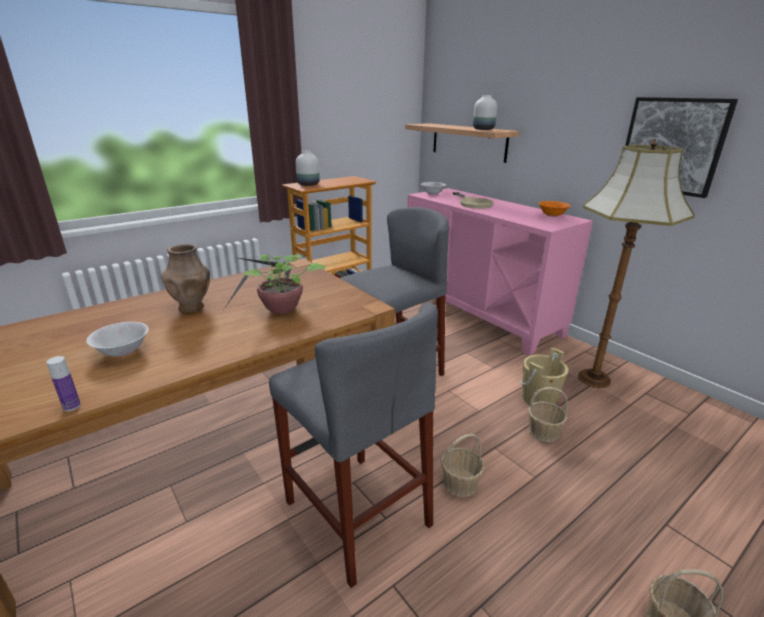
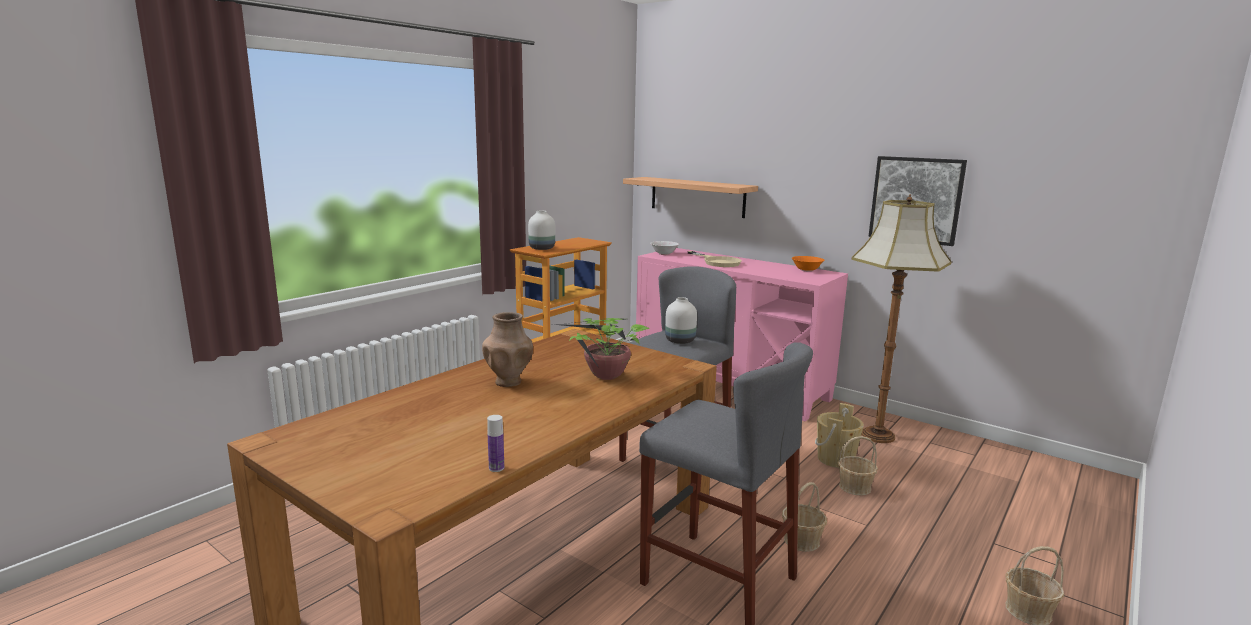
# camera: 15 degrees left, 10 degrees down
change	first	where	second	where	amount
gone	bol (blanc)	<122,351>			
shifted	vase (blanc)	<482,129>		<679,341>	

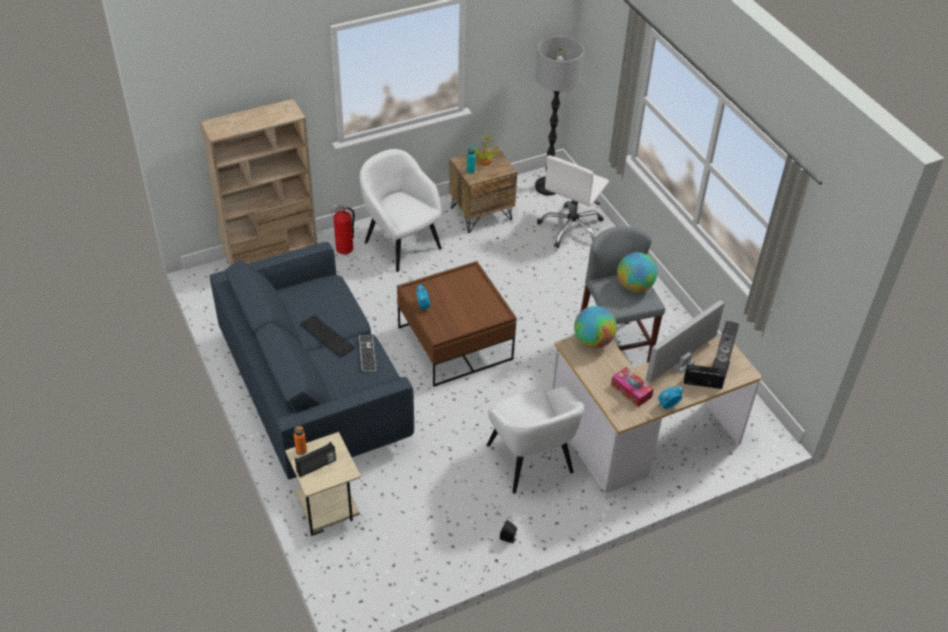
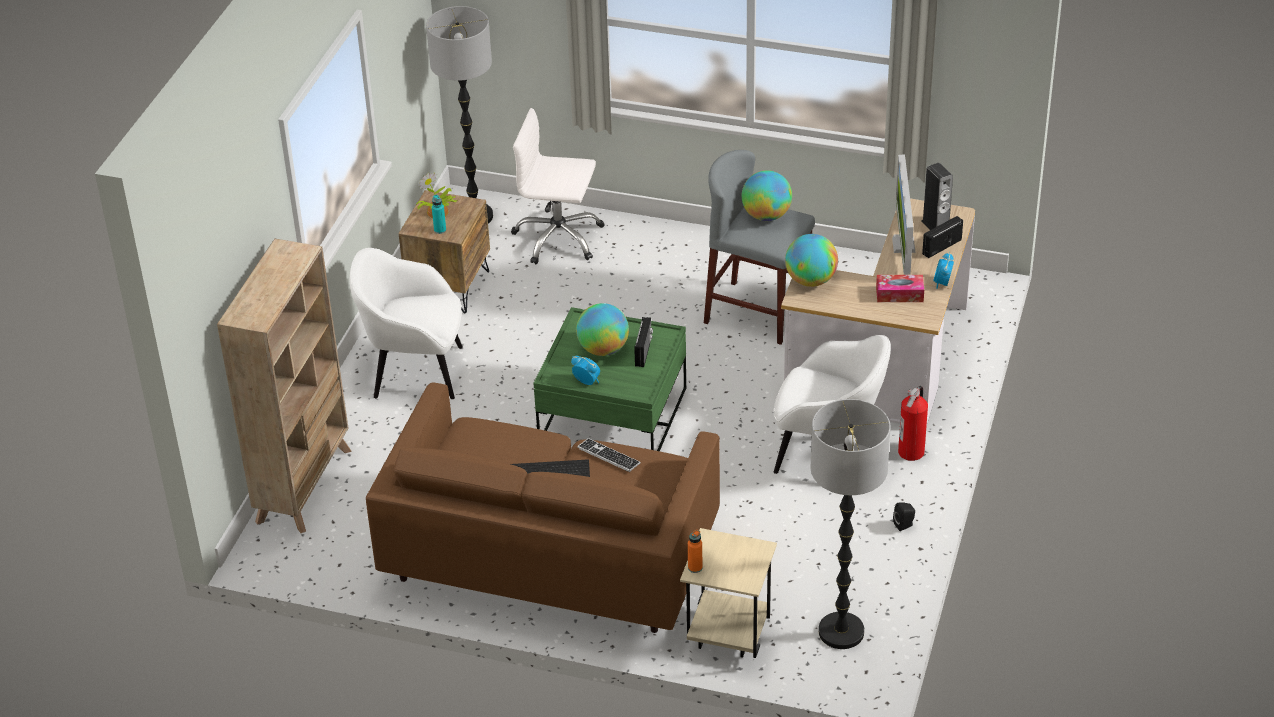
# camera: 45 degrees left, 5 degrees down
change	first	where	second	where	amount
repainted	canapé (bleu)	<315,391>	canapé (marron)	<552,557>	
shifted	radio	<316,466>		<644,352>	
shifted	extincteur	<345,249>		<912,452>	
repainted	table basse (marron)	<455,343>	table basse (vert)	<613,416>	
rotated	chaise de bureau (blanc)	<571,228>		<558,238>	120 degrees clockwise
new			globe	<603,349>	
new			lampadaire	<841,632>	

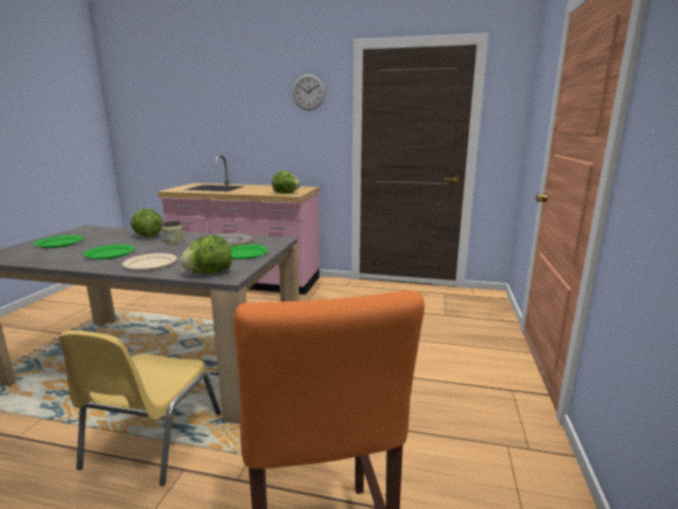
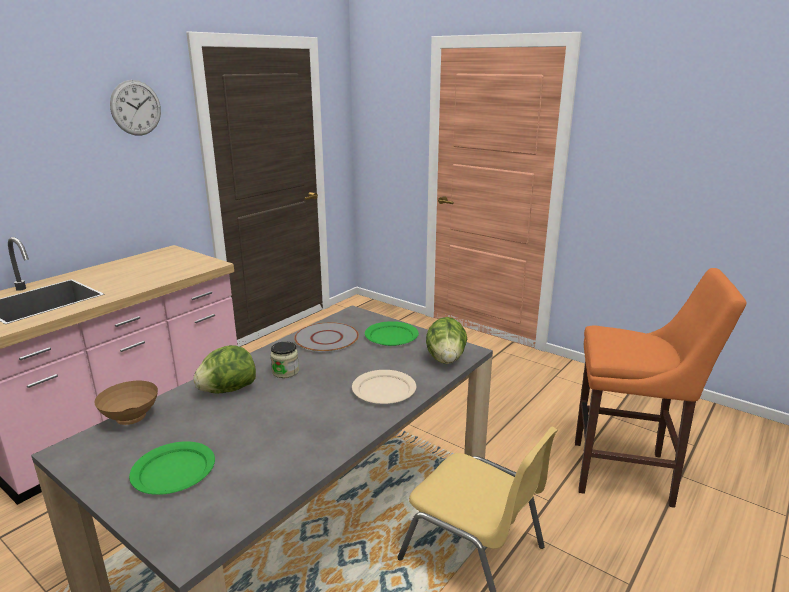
# camera: 65 degrees left, 5 degrees up
change	first	where	second	where	amount
gone	assiette (vert)	<110,253>			
gone	laitue	<285,193>			
new			bol (marron)	<131,418>	

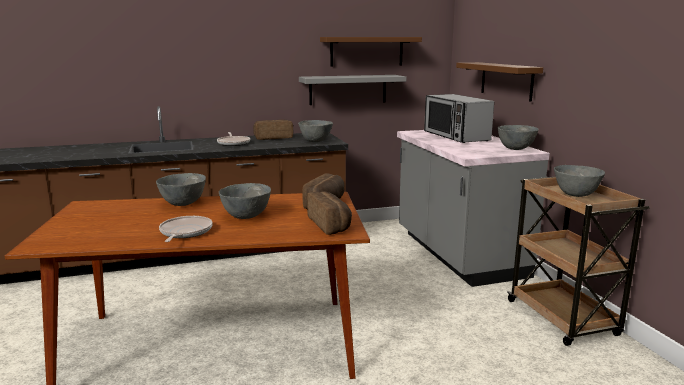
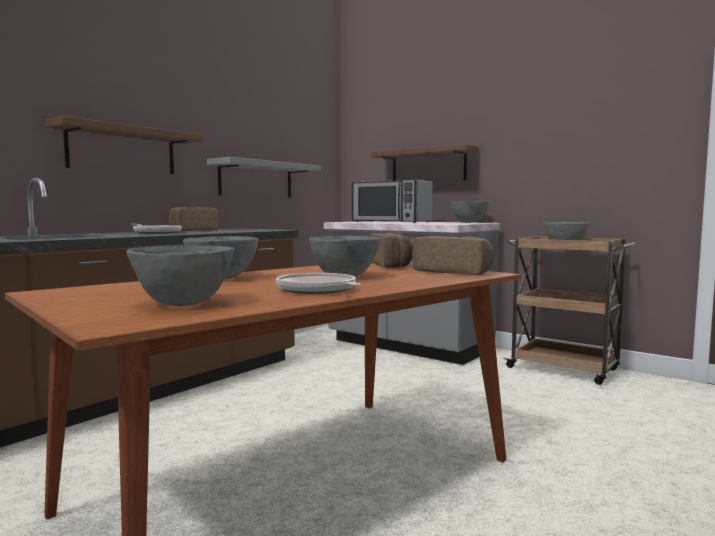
# camera: 35 degrees left, 10 degrees down
change	first	where	second	where	amount
shifted	bol (gris)	<315,141>		<183,304>	
shifted	étagère (marron)	<366,51>		<122,150>	

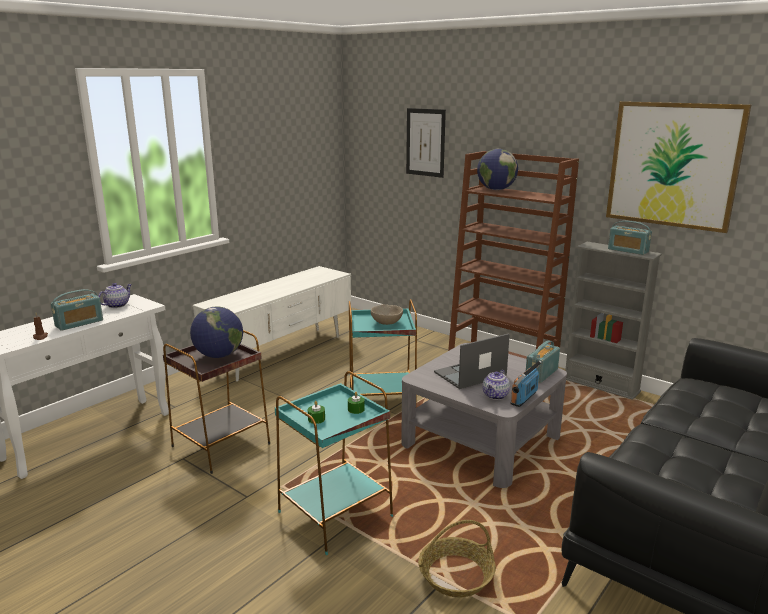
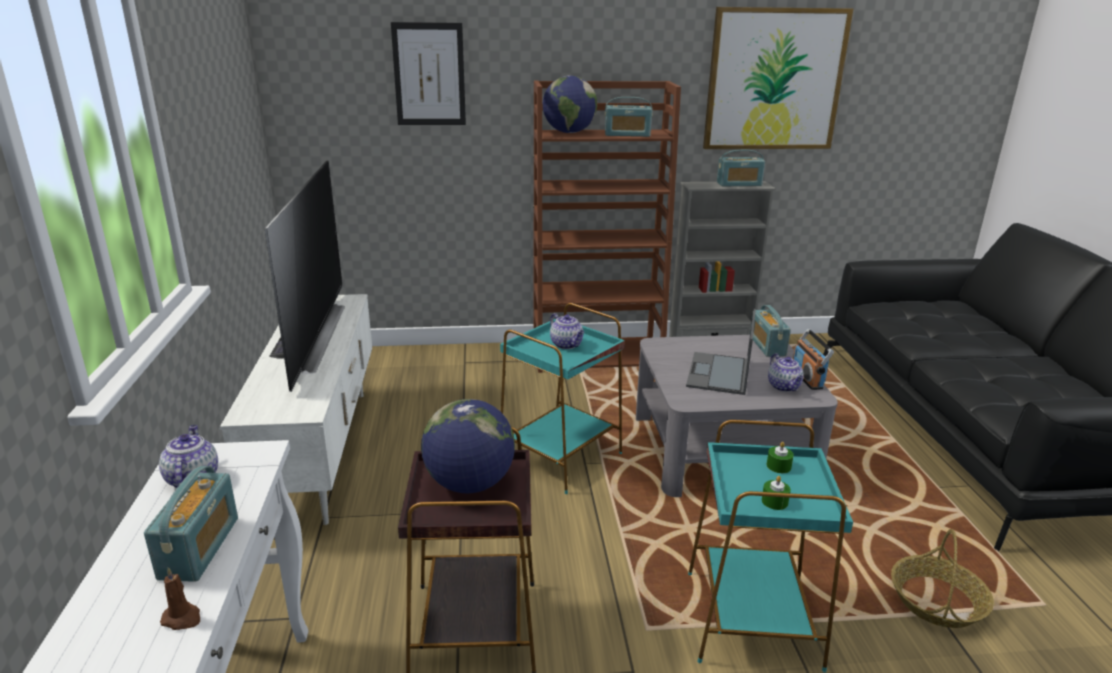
# camera: 45 degrees left, 5 degrees up
change	first	where	second	where	amount
swapped	bol (beige)	<387,323>	théière	<567,345>	
new			téléviseur	<309,336>	
new			radio	<627,134>	

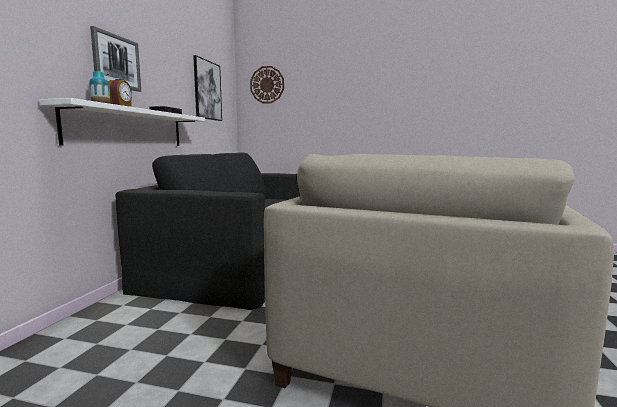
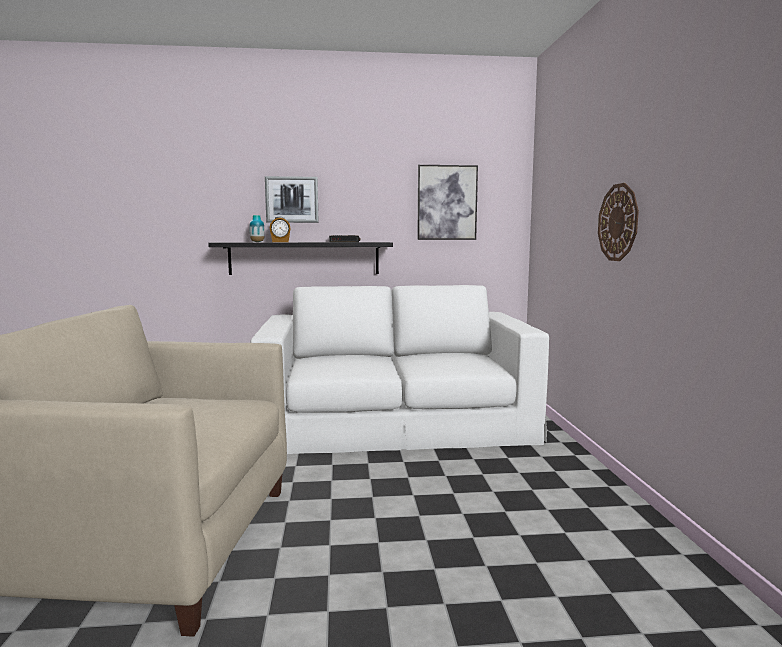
# camera: 70 degrees right, 0 degrees up
change	first	where	second	where	amount
repainted	étagère (blanc)	<130,128>	étagère (noir)	<304,258>	
repainted	canapé (noir)	<243,259>	canapé (blanc)	<395,422>	
shifted	horloge murale	<267,85>		<618,222>	

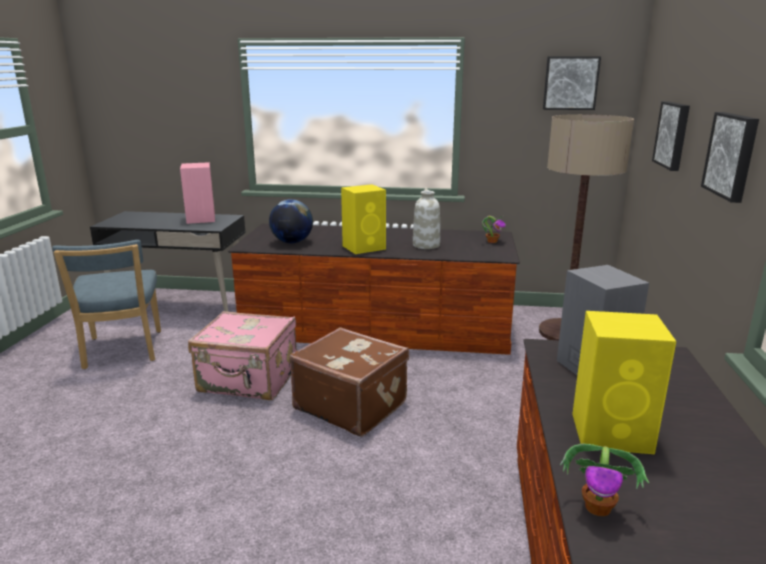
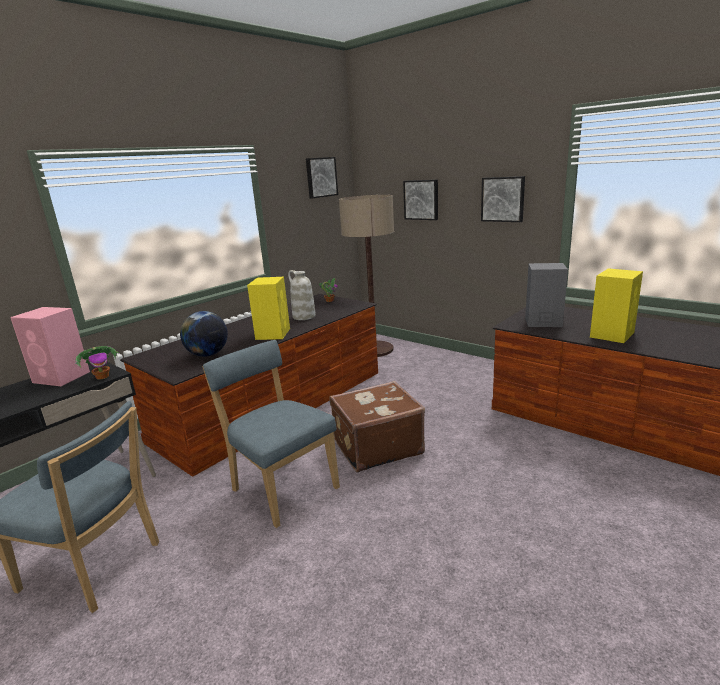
# camera: 55 degrees left, 0 degrees up
change	first	where	second	where	amount
swapped	valise (rose)	<248,381>	chaise (bleu)	<282,487>	
shifted	plante en pot	<598,507>		<103,376>	

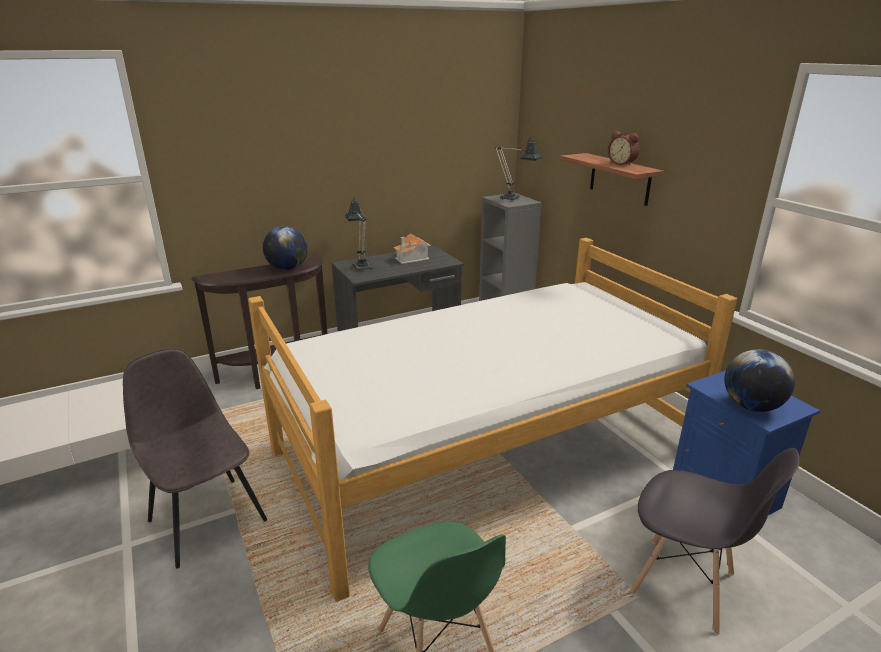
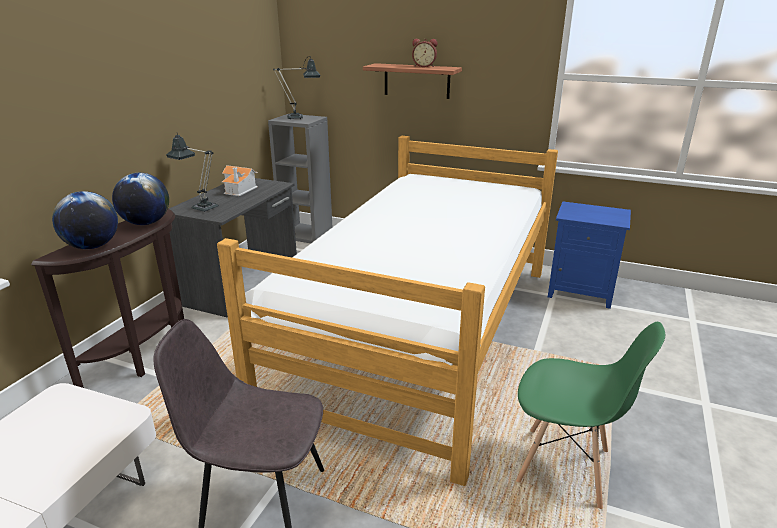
# camera: 40 degrees left, 0 degrees up
change	first	where	second	where	amount
gone	chaise (gris)	<684,584>			
shifted	globe	<751,406>		<92,246>	

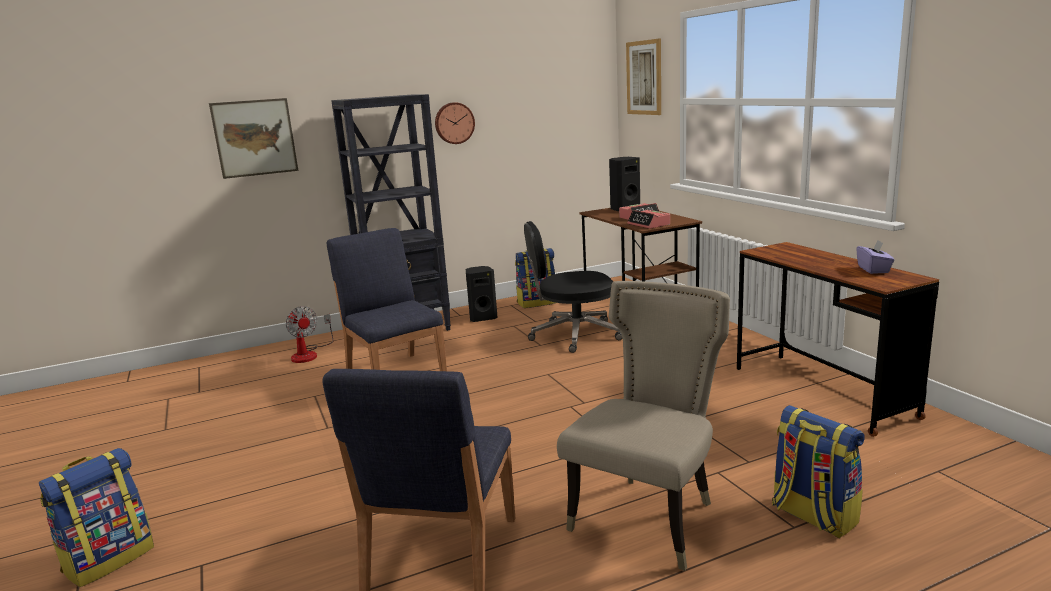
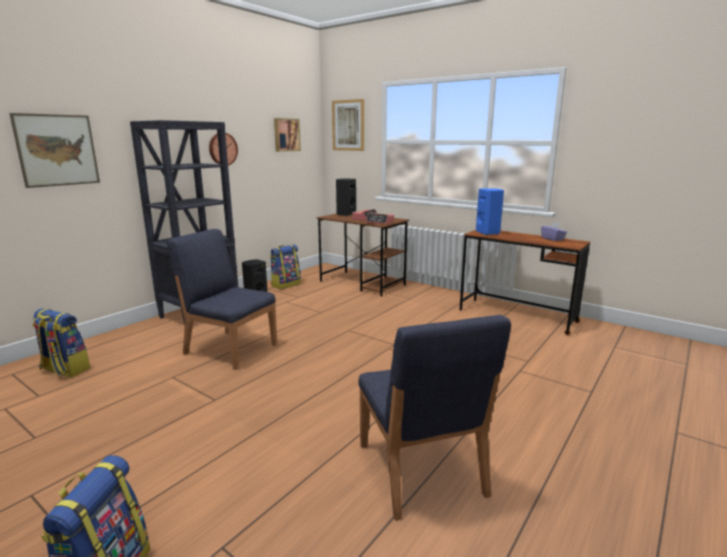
# camera: 30 degrees left, 0 degrees up
change	first	where	second	where	amount
gone	ventilateur	<309,354>			
gone	chaise de bureau (noir)	<573,335>			
gone	chaise (beige)	<649,516>			
shifted	sac à dos	<812,516>		<64,370>	
new			tableau	<286,135>	
new			enceinte (bleu)	<488,233>	

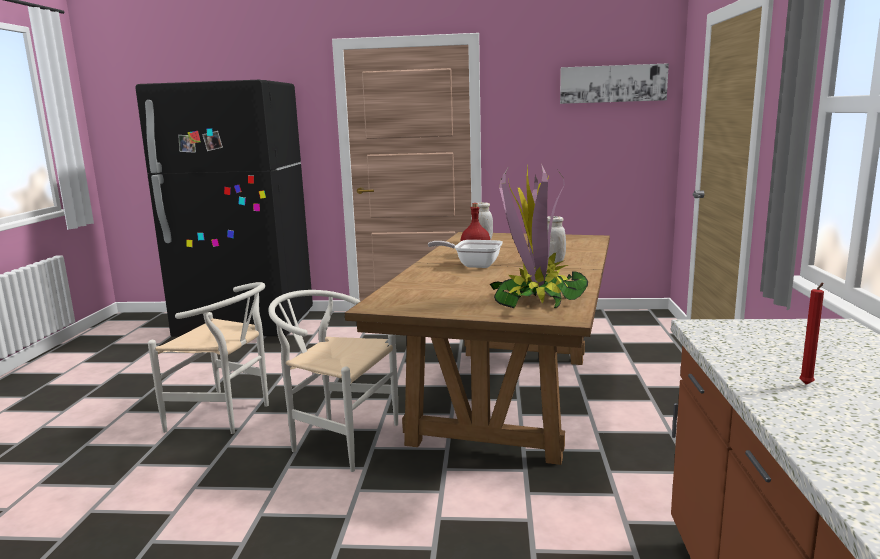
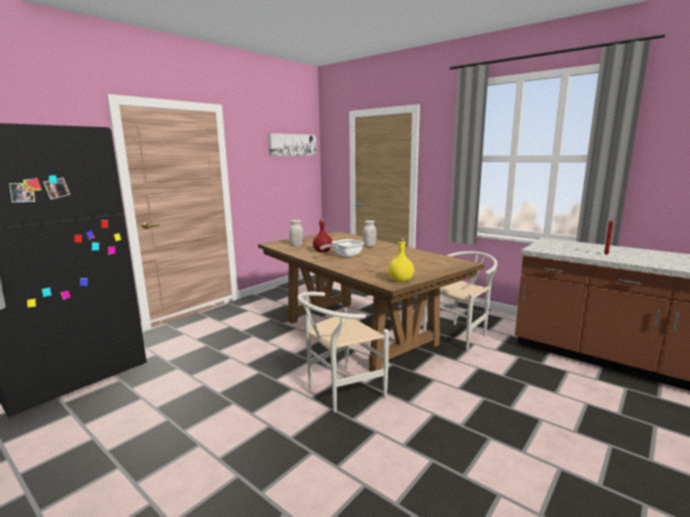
# camera: 55 degrees left, 0 degrees up
change	first	where	second	where	amount
shifted	chaise (blanc)	<227,416>		<460,334>	
gone	plante en pot	<537,299>			
new			bouteille (jaune)	<401,280>	

